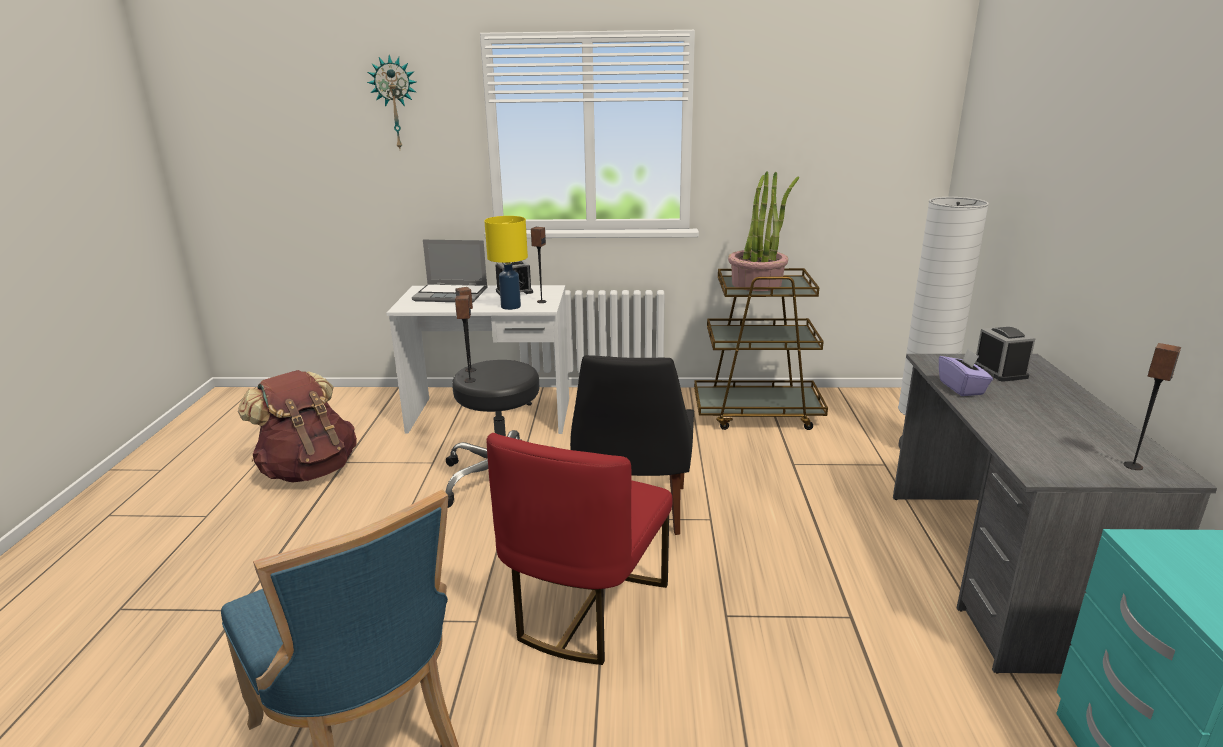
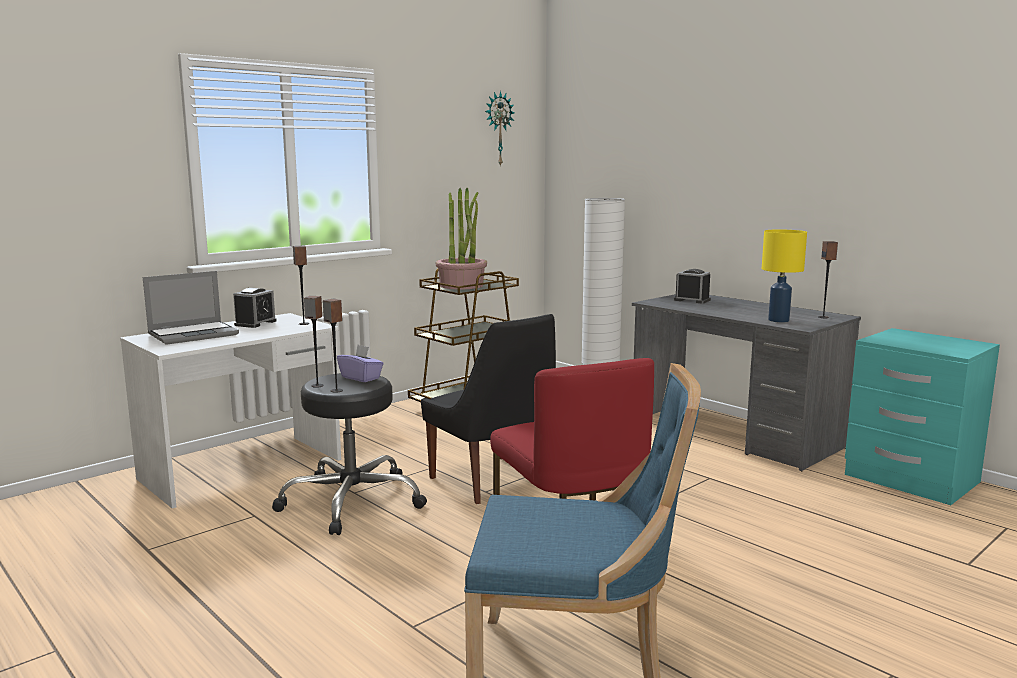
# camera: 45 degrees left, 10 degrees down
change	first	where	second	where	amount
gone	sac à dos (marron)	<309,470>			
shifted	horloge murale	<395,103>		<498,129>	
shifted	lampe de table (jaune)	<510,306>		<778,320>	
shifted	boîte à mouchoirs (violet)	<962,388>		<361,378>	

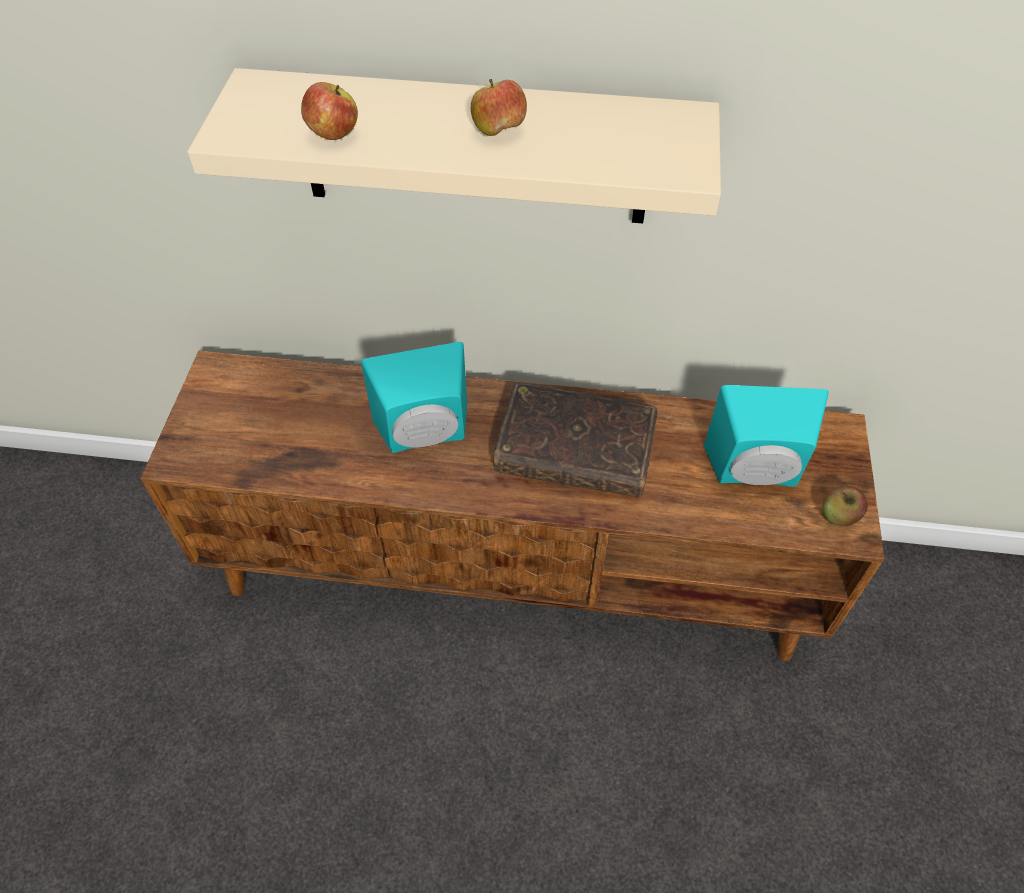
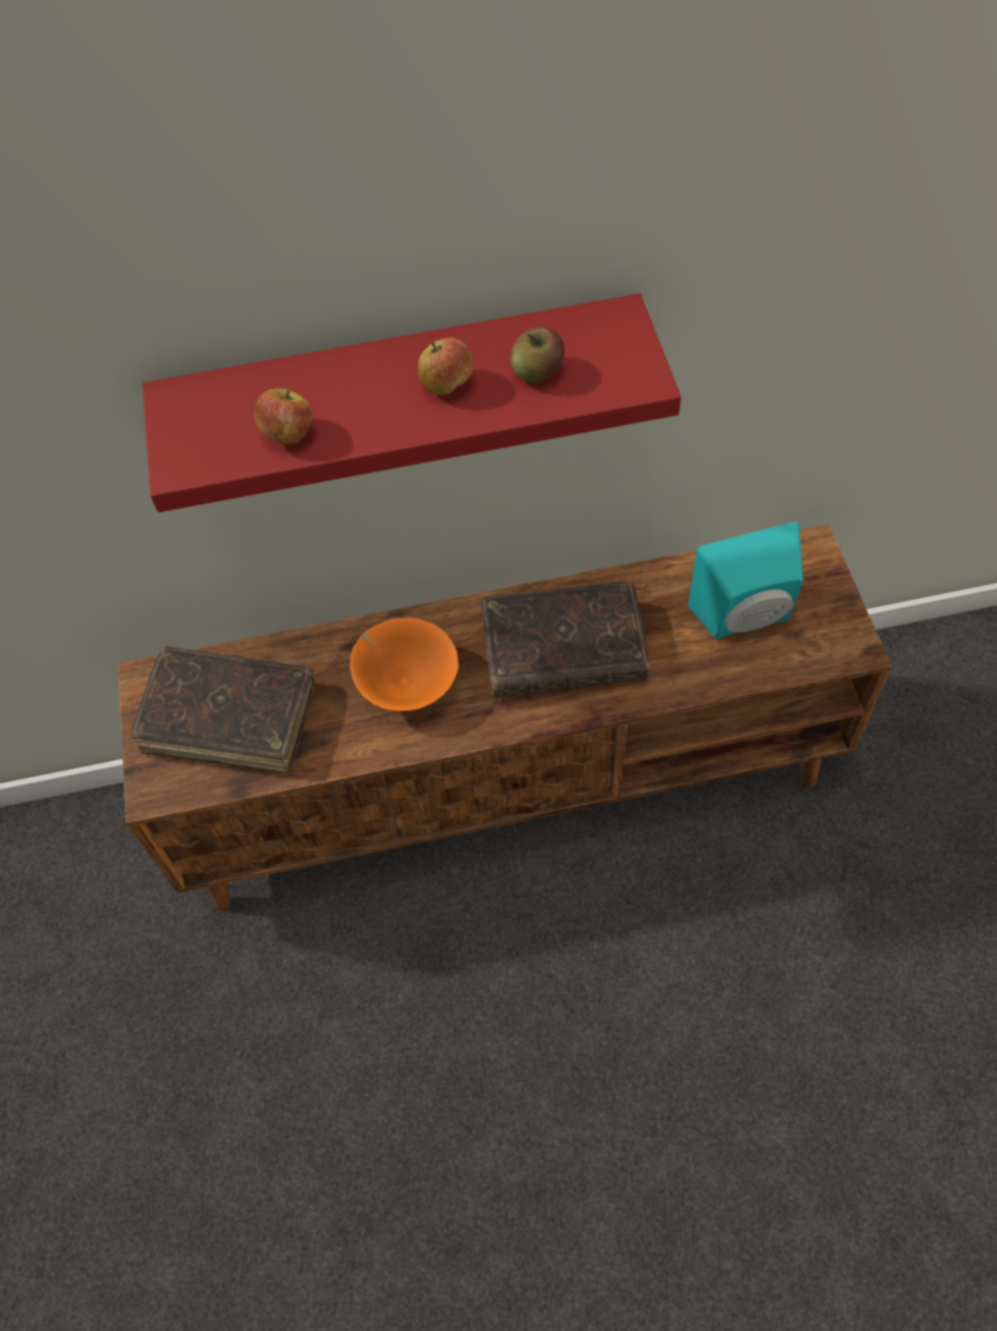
# camera: 15 degrees left, 5 degrees up
change	first	where	second	where	amount
repainted	étagère (beige)	<474,149>	étagère (rouge)	<403,392>	
swapped	enceinte (turquoise)	<425,435>	bol (orange)	<406,682>	
shifted	pomme	<839,516>		<538,372>	
new			livre (marron)	<230,718>	

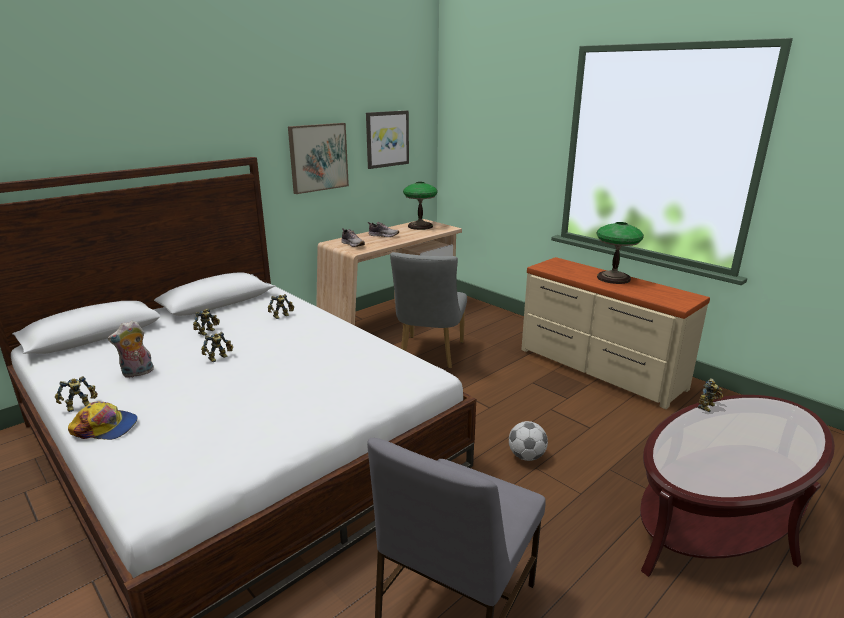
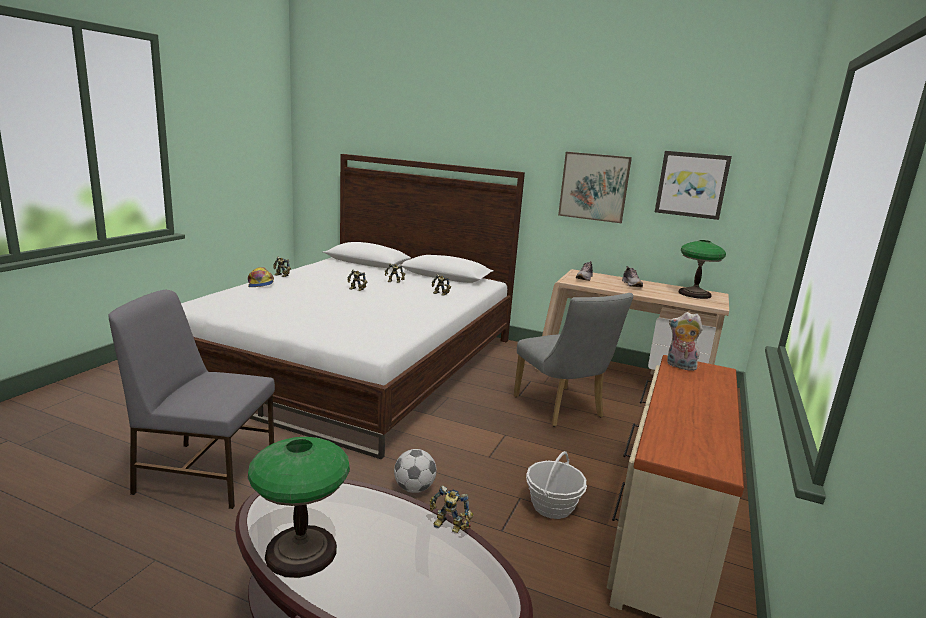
# camera: 65 degrees right, 5 degrees down
change	first	where	second	where	amount
shifted	peluche	<137,373>		<679,366>	
rotated	chaise (gris)	<429,355>		<562,409>	105 degrees counterclockwise
shifted	lampe de table	<613,278>		<302,552>	
new			panier	<552,506>	

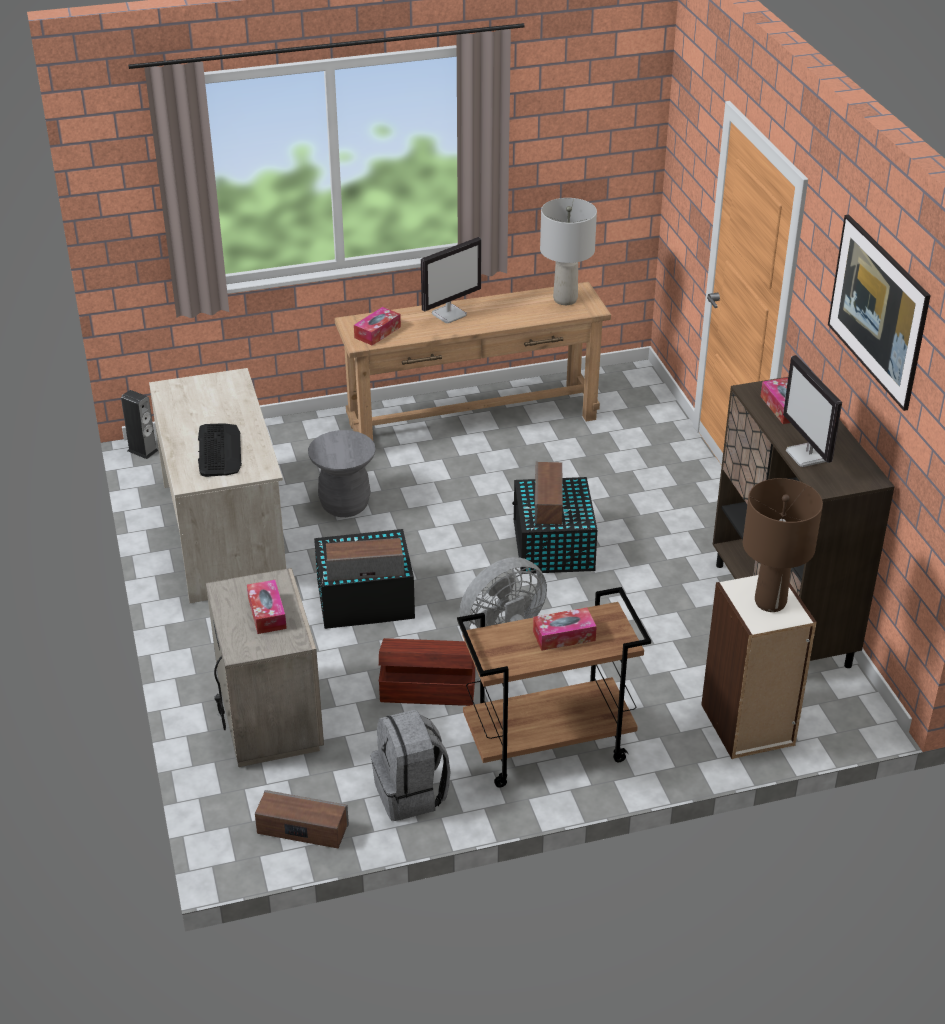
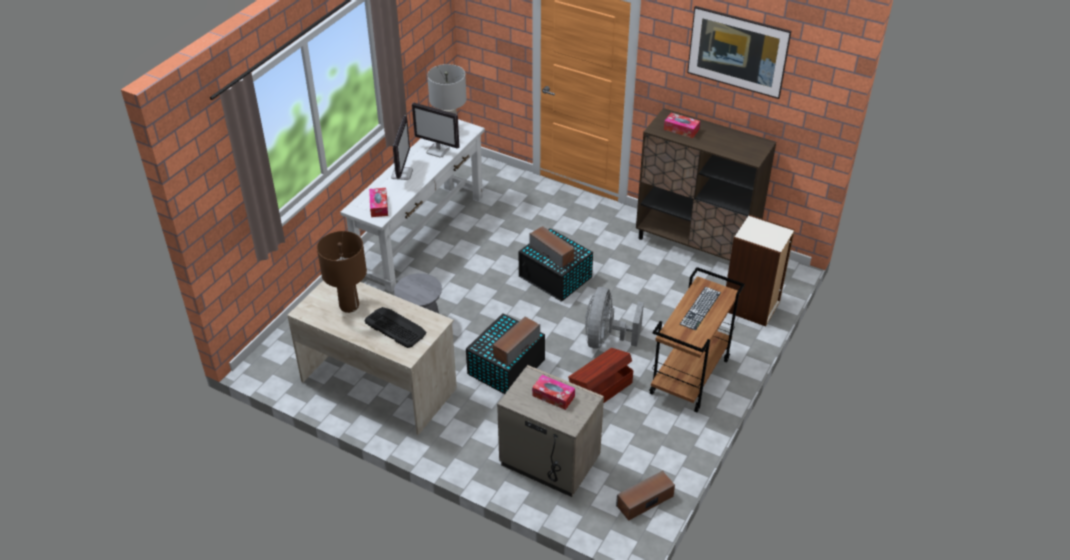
# camera: 45 degrees left, 5 degrees up
change	first	where	second	where	amount
gone	enceinte	<142,450>			
repainted	table console (marron)	<473,421>	table console (blanc)	<421,235>	
gone	sac à dos (gris)	<411,794>			
swapped	boîte à mouchoirs	<564,636>	clavier	<700,308>	
shifted	lampe de table (marron)	<769,602>		<349,306>	
shifted	écran d'ordinateur	<807,456>		<438,151>	

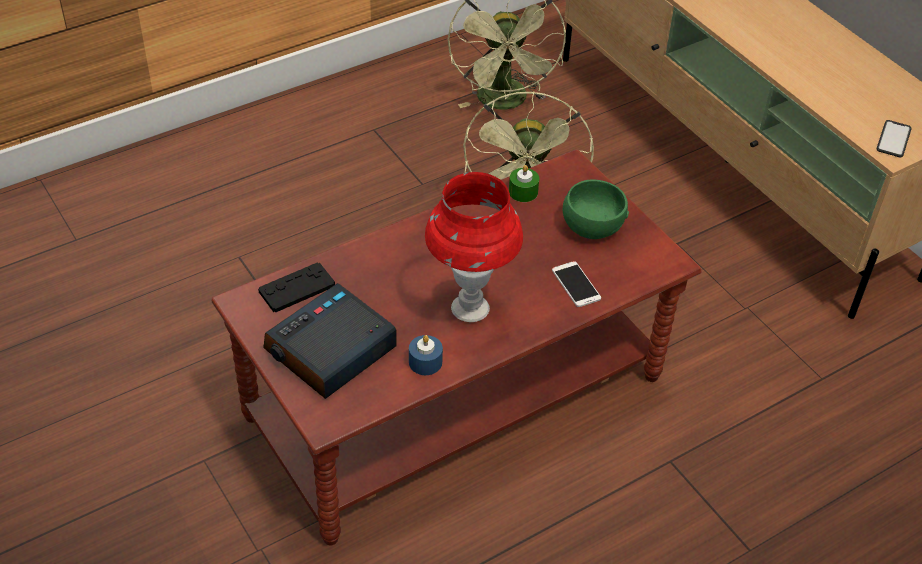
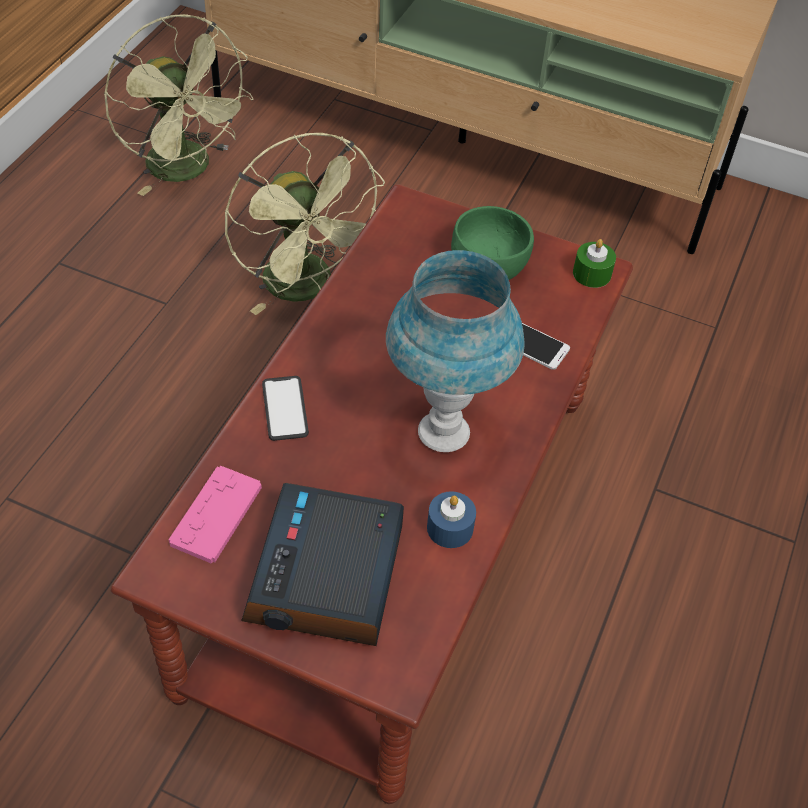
# camera: 35 degrees left, 5 degrees up
change	first	where	second	where	amount
repainted	manette (noir)	<297,288>	manette (rose)	<216,515>	
repainted	lampe de table (rouge)	<470,309>	lampe de table (bleu)	<444,432>	
shifted	bougie (vert)	<523,192>		<592,273>	
shifted	téléphone	<893,139>		<285,409>	

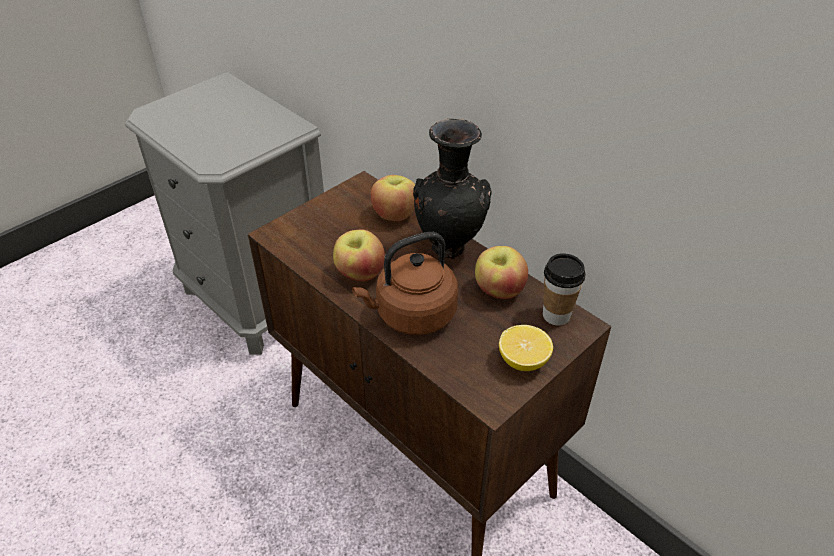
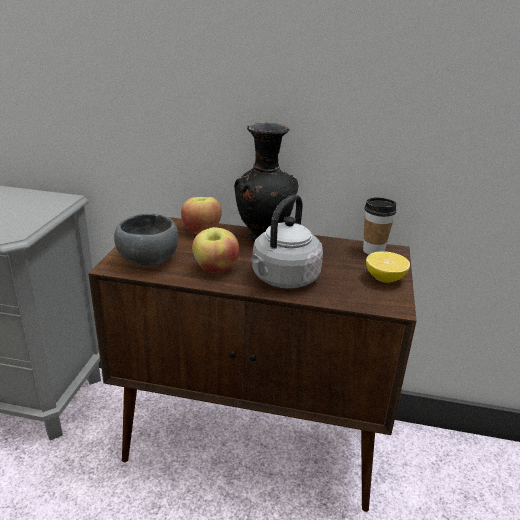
# camera: 35 degrees left, 15 degrees down
change	first	where	second	where	amount
repainted	bouilloire (marron)	<412,315>	bouilloire (gris)	<283,279>	
gone	pomme	<499,290>			
new			bol (gris)	<149,261>	

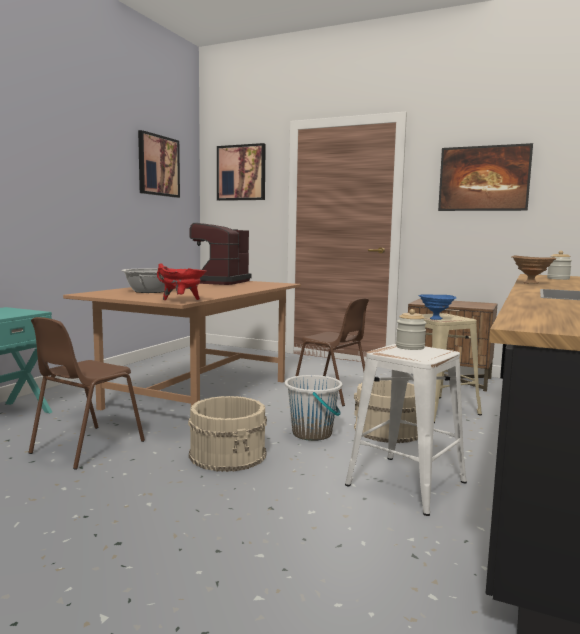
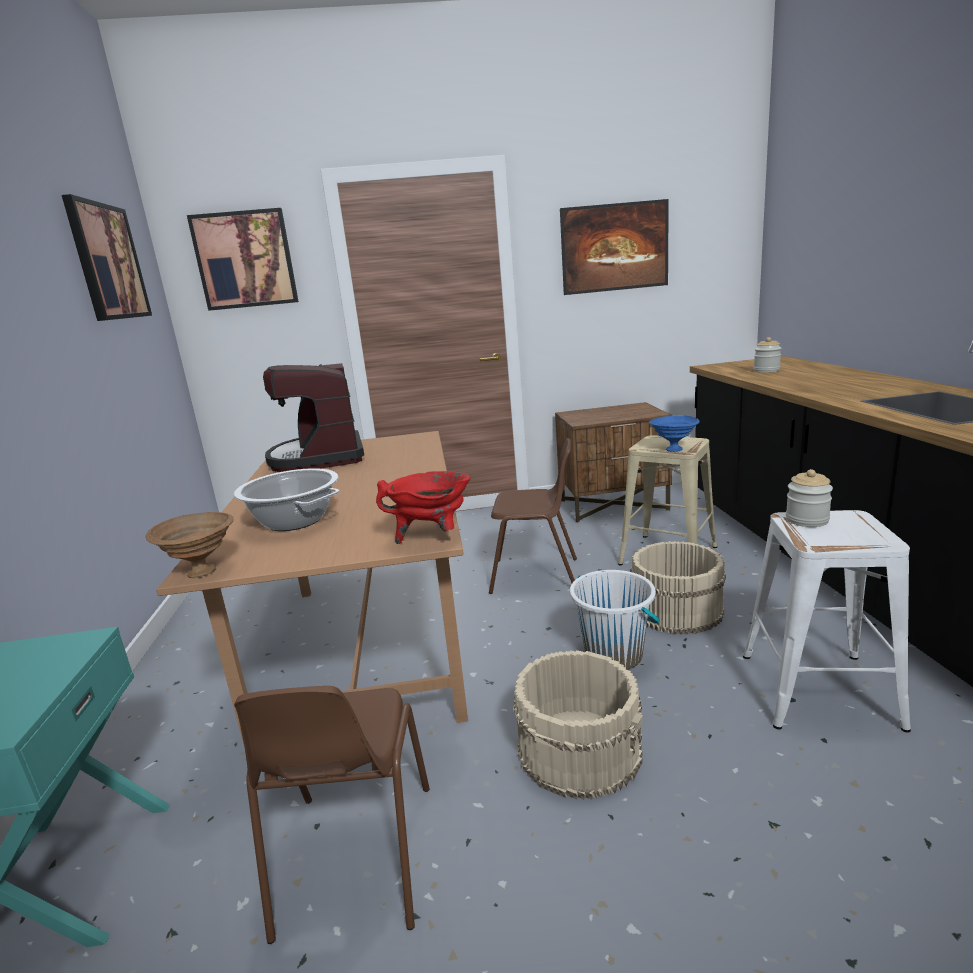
# camera: 30 degrees left, 10 degrees up
change	first	where	second	where	amount
shifted	bol (marron)	<530,283>		<202,571>	

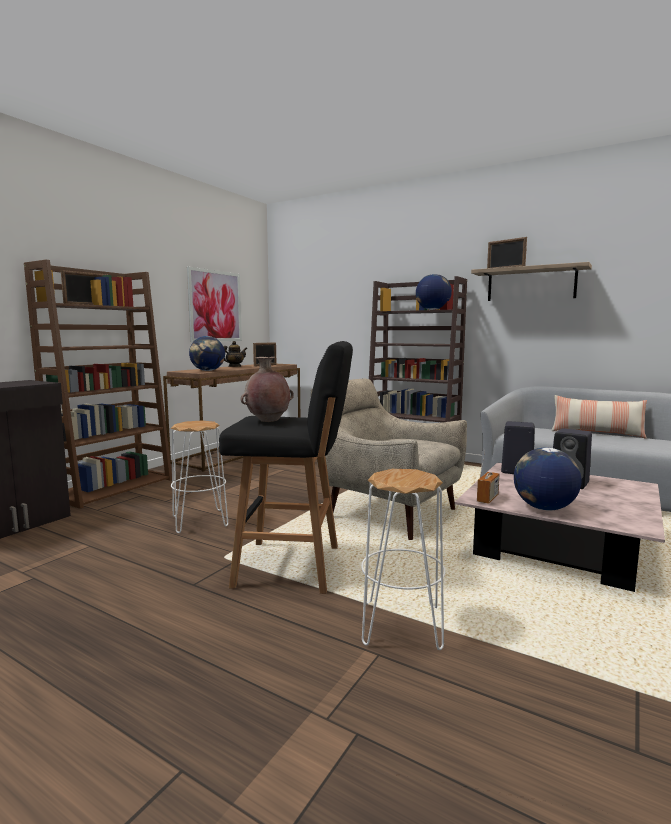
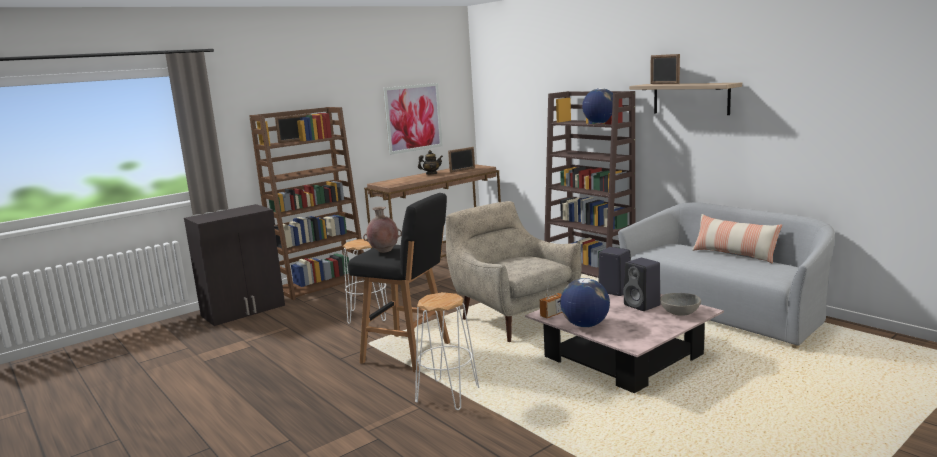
# camera: 20 degrees right, 5 degrees up
change	first	where	second	where	amount
gone	globe	<208,371>			
new			bol (gris)	<680,313>	

